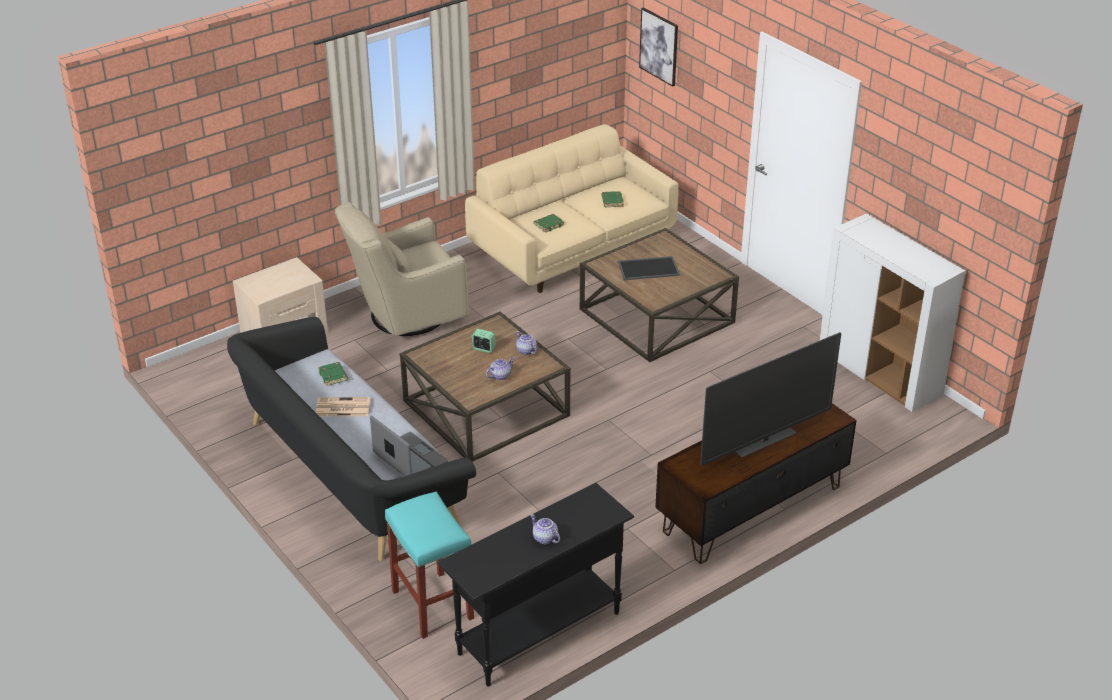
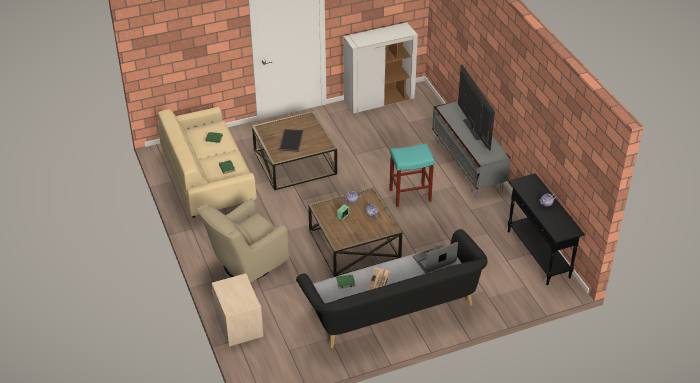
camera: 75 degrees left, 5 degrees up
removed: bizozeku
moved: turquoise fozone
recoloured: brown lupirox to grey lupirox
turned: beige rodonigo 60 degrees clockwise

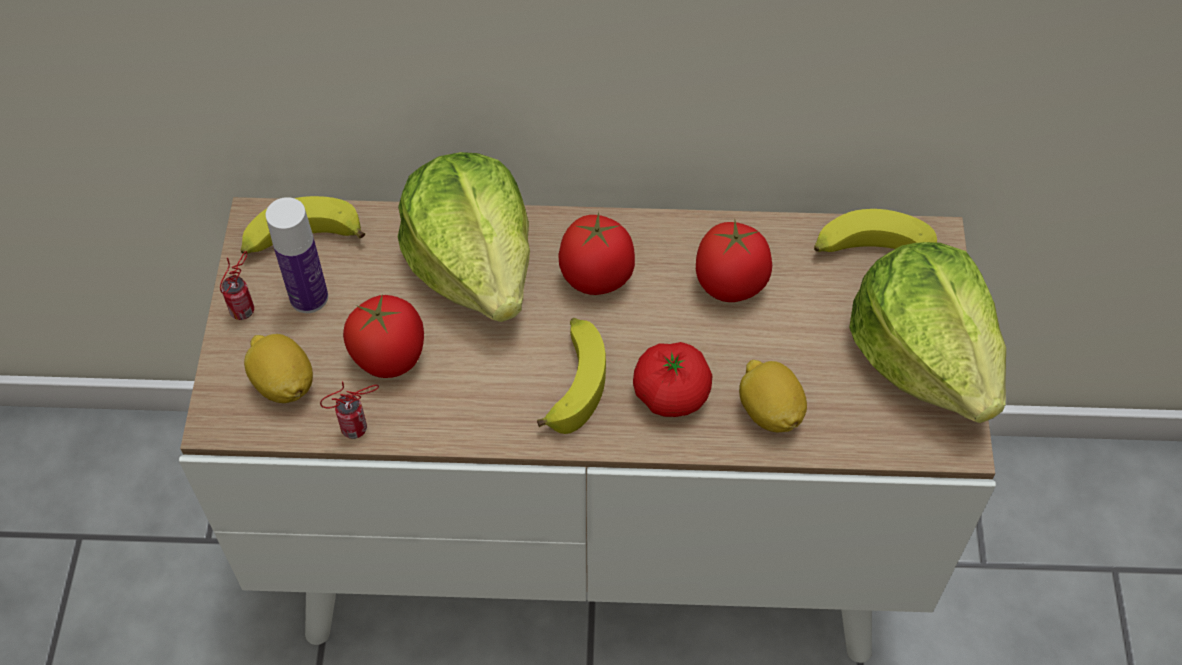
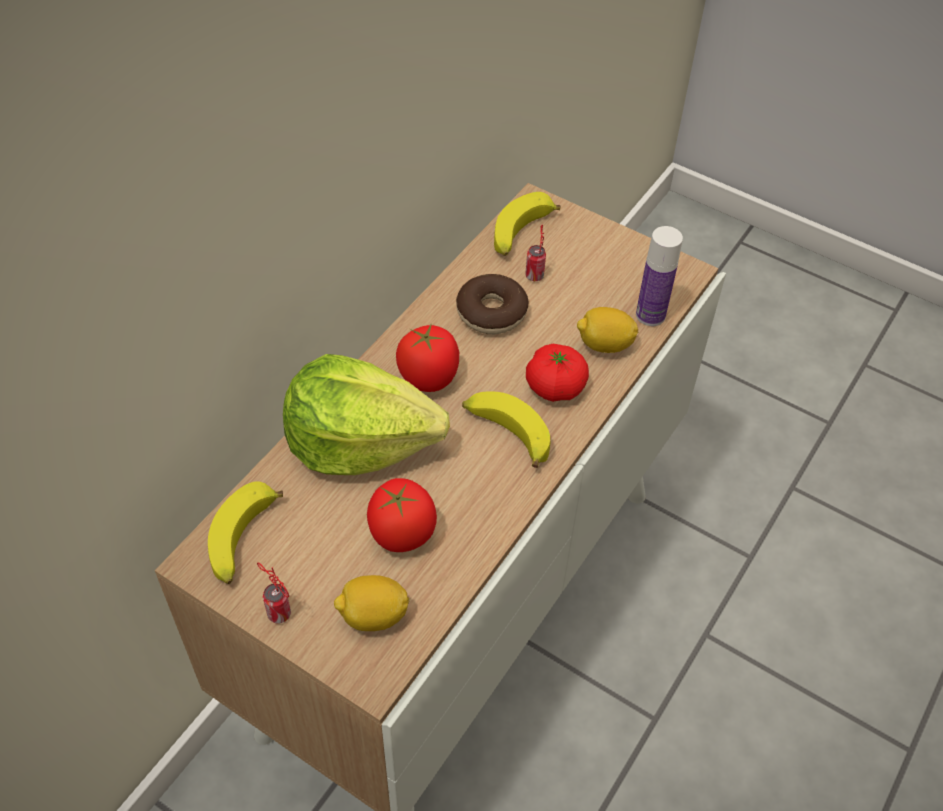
camera: 60 degrees left, 5 degrees down
removed: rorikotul (2nd from left)
moved: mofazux (2nd from left); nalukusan
replaced: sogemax (4th from left) to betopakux

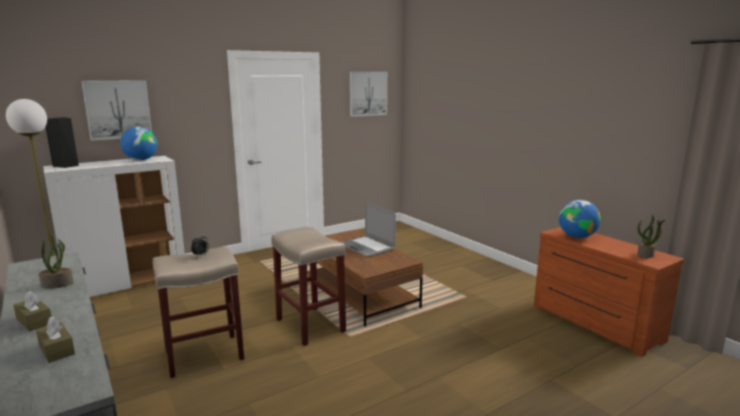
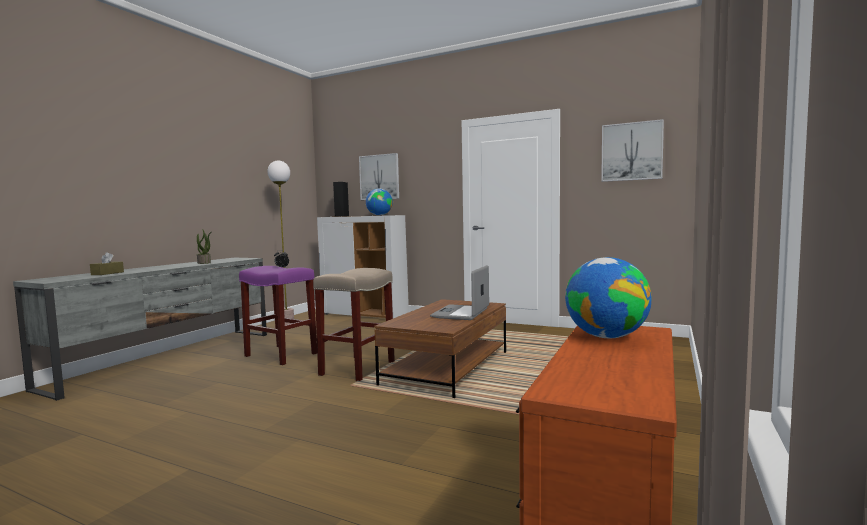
camera: 60 degrees right, 10 degrees down
removed: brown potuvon (1st from left); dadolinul (2nd from left)
recoloured: beige fozone (1st from left) to purple fozone

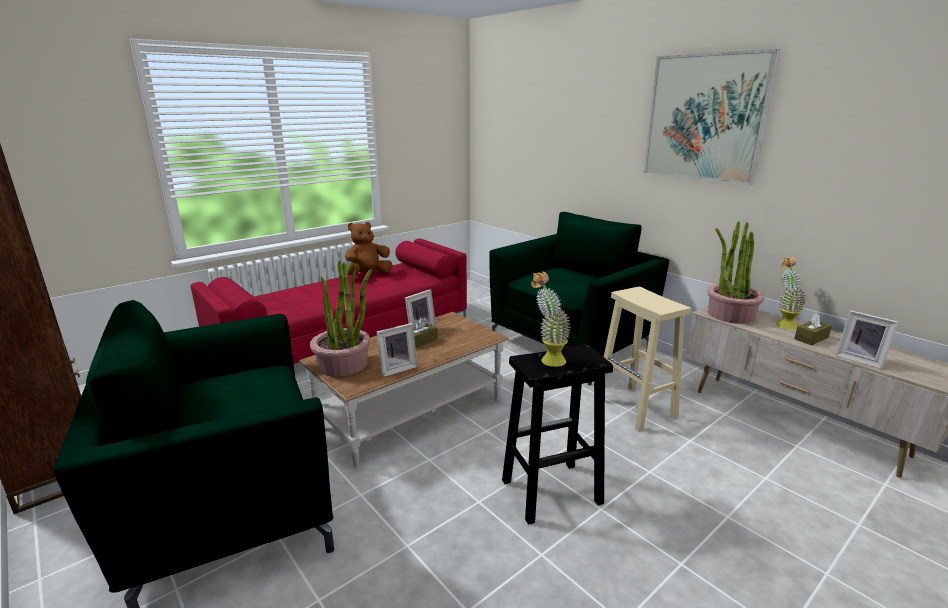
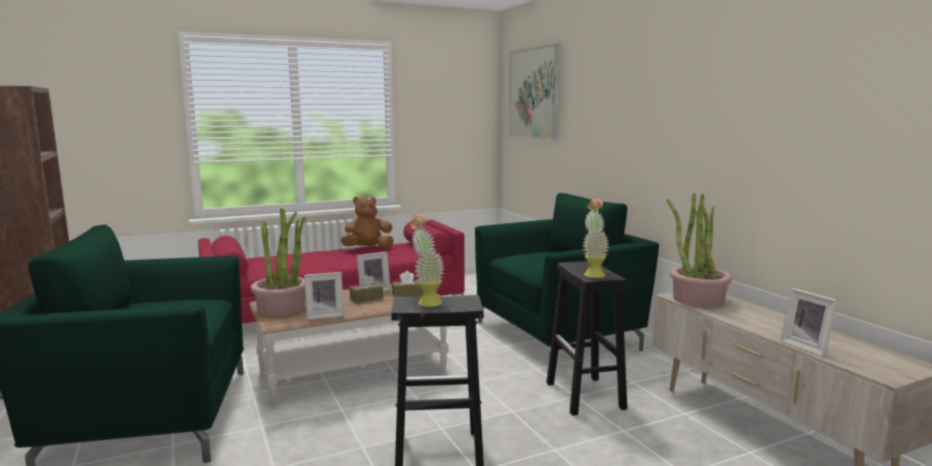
camera: 15 degrees right, 10 degrees down
moved: brown potuvon (2nd from left); bizozeku; dadolinul (4th from left in the first image) to dadolinul (3rd from left)
recoloured: beige fozone to black fozone (2nd from left)

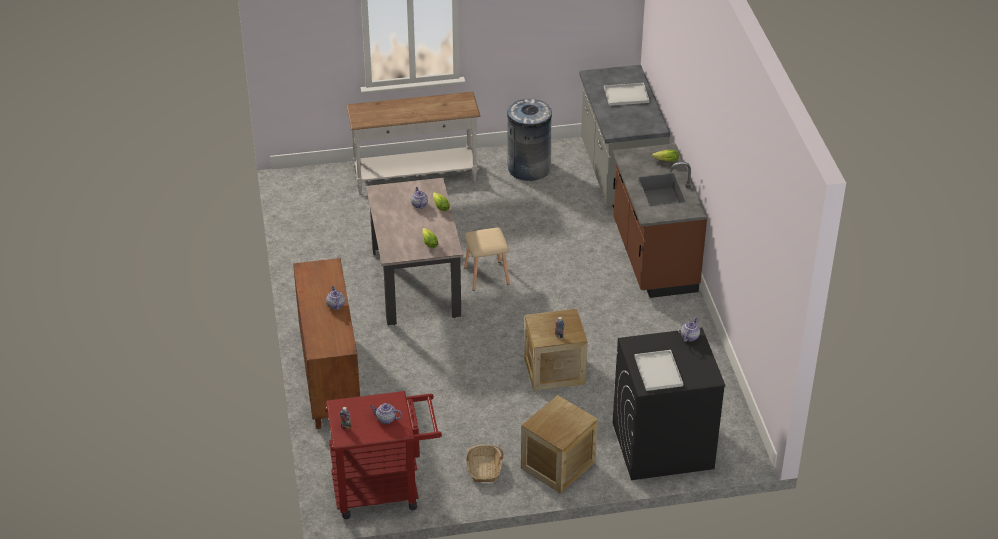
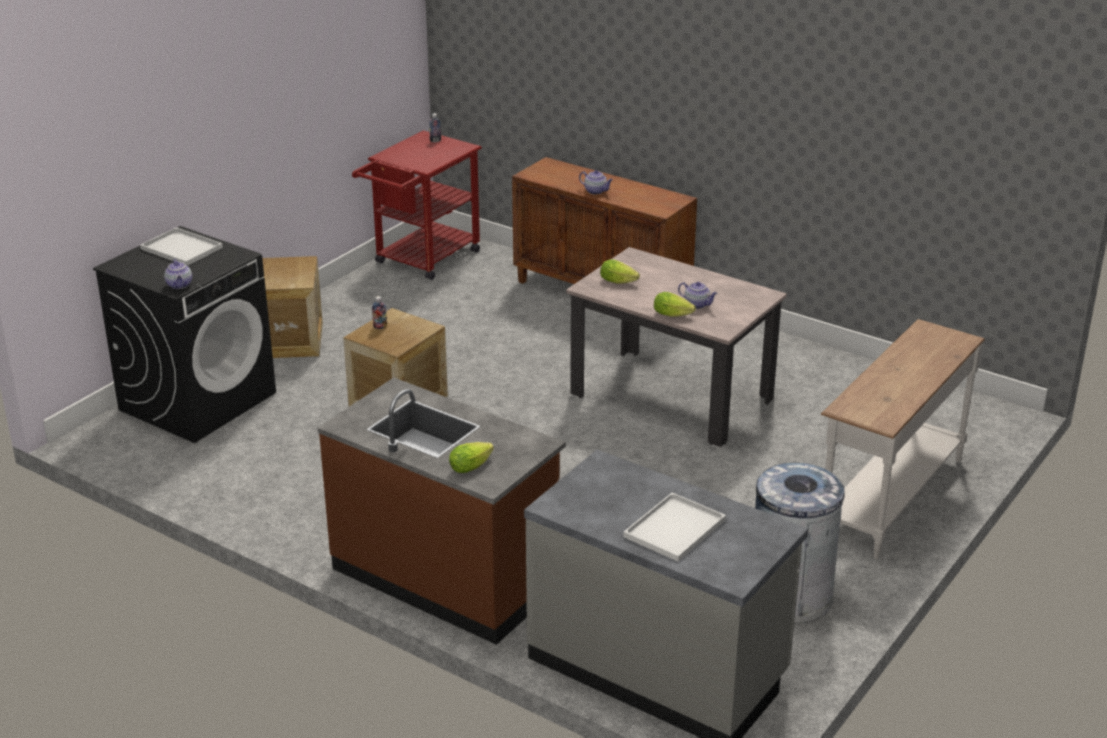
camera: 135 degrees right, 10 degrees down
removed: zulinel (2nd from left); beige fozone; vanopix

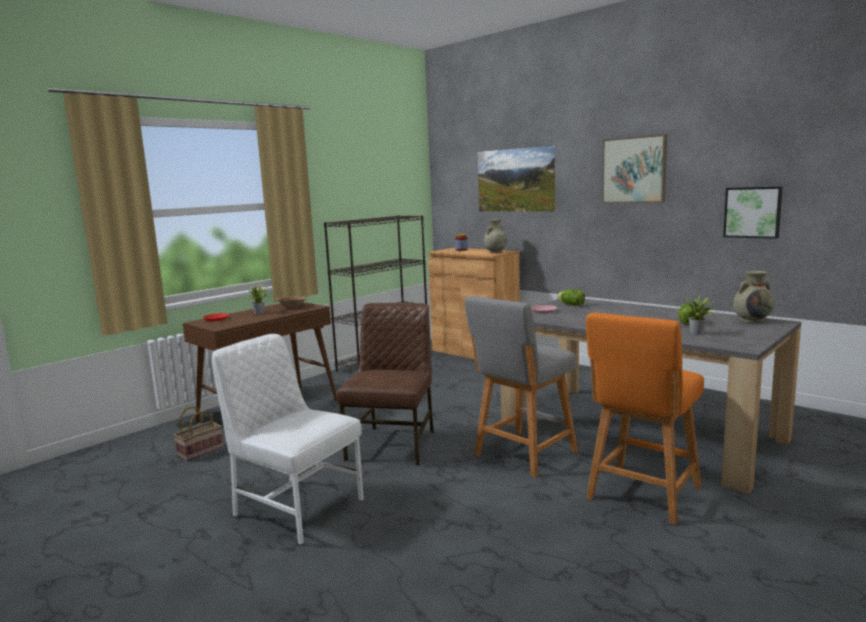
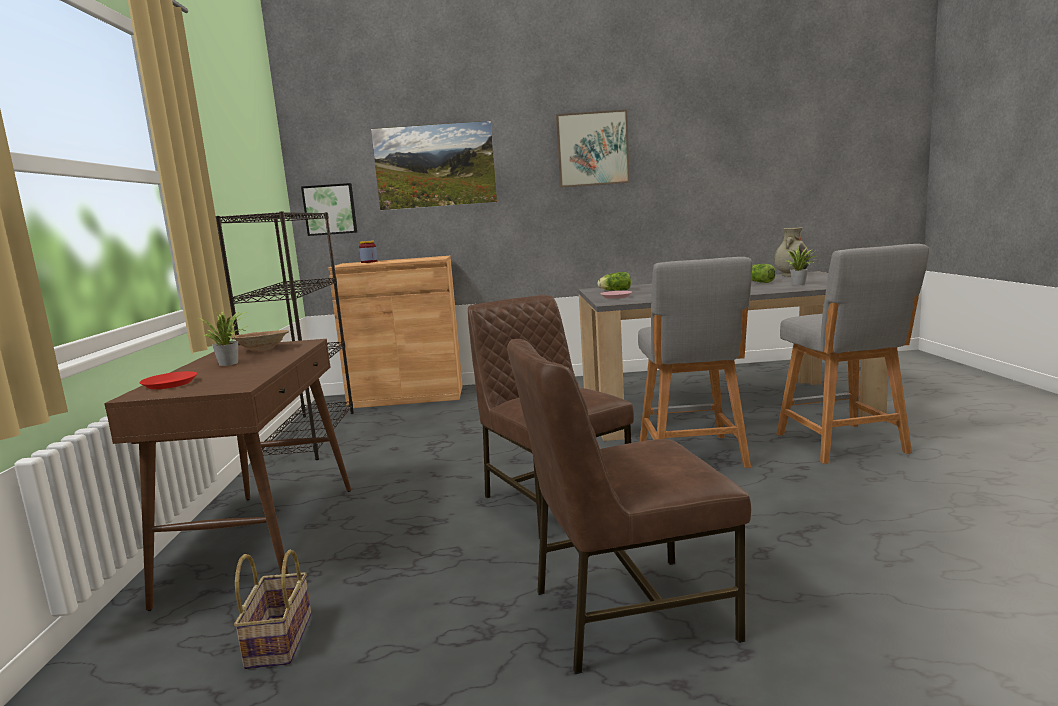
camera: 45 degrees left, 0 degrees up
removed: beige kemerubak (1st from left)
moved: bizozeku (3rd from left in the first image) to bizozeku (1st from left)
recoloured: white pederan to brown pederan (2nd from left); orange fozone to grey fozone (2nd from left)

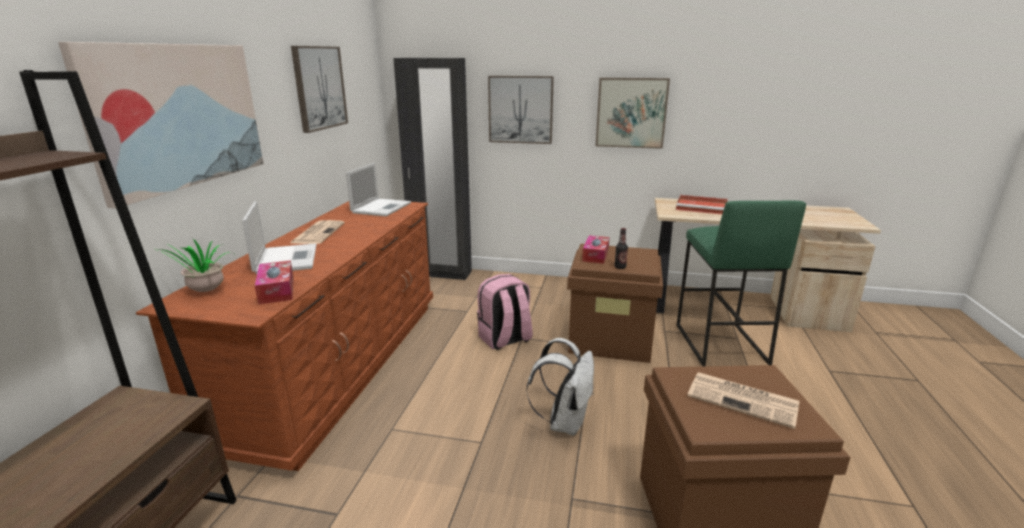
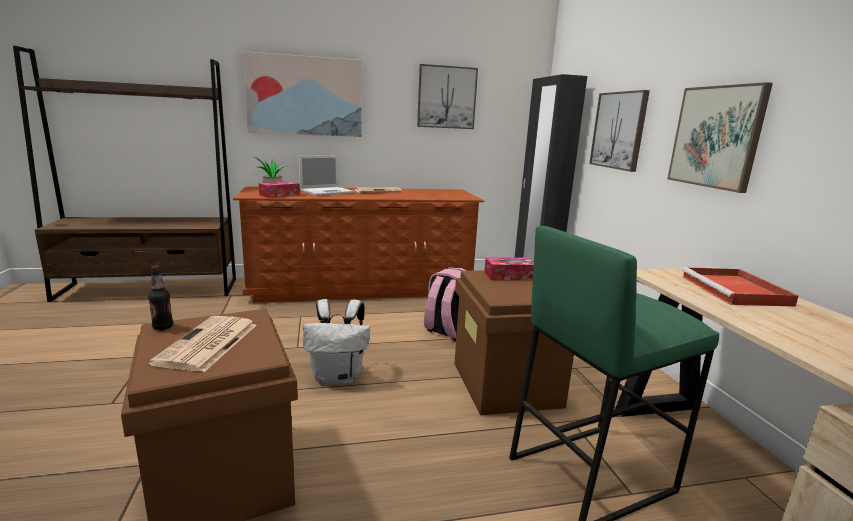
camera: 65 degrees right, 5 degrees down
removed: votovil (2nd from left)
moved: nalukusan

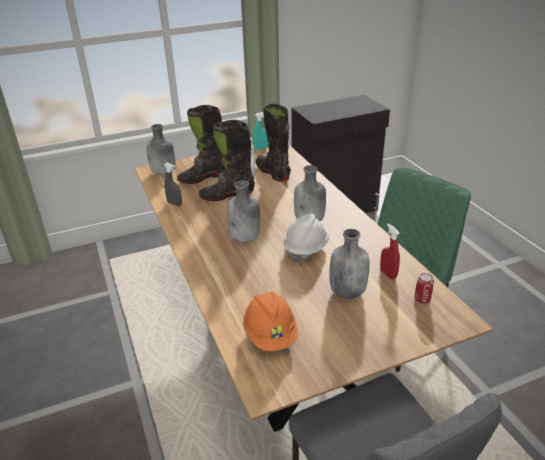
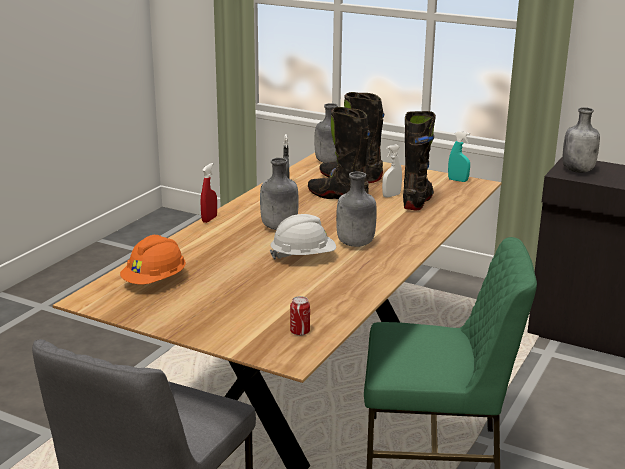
camera: 50 degrees right, 10 degrees down
moved: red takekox; grey nalukusan (4th from left)

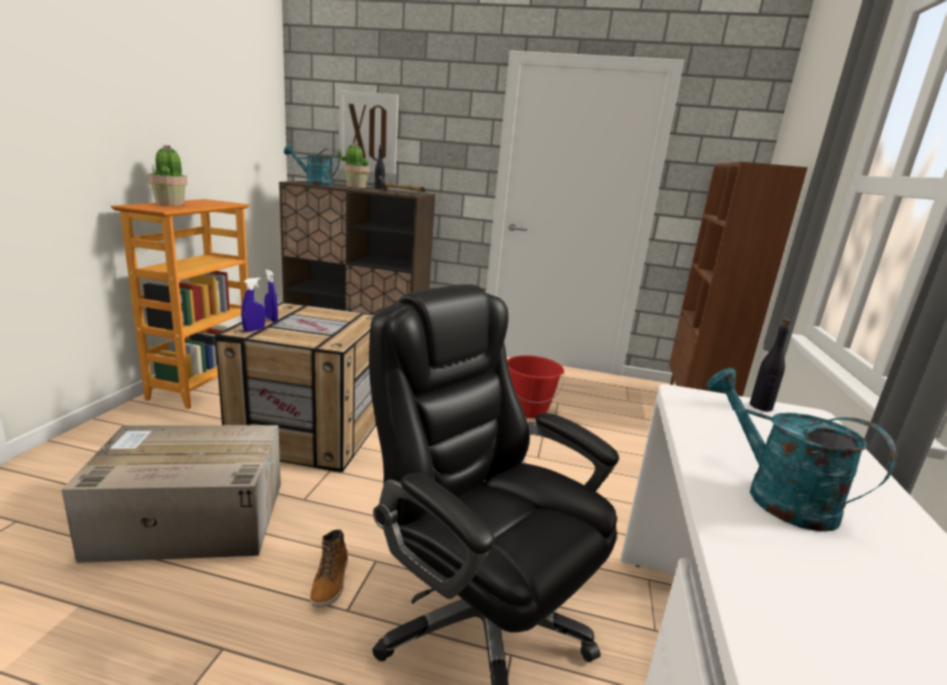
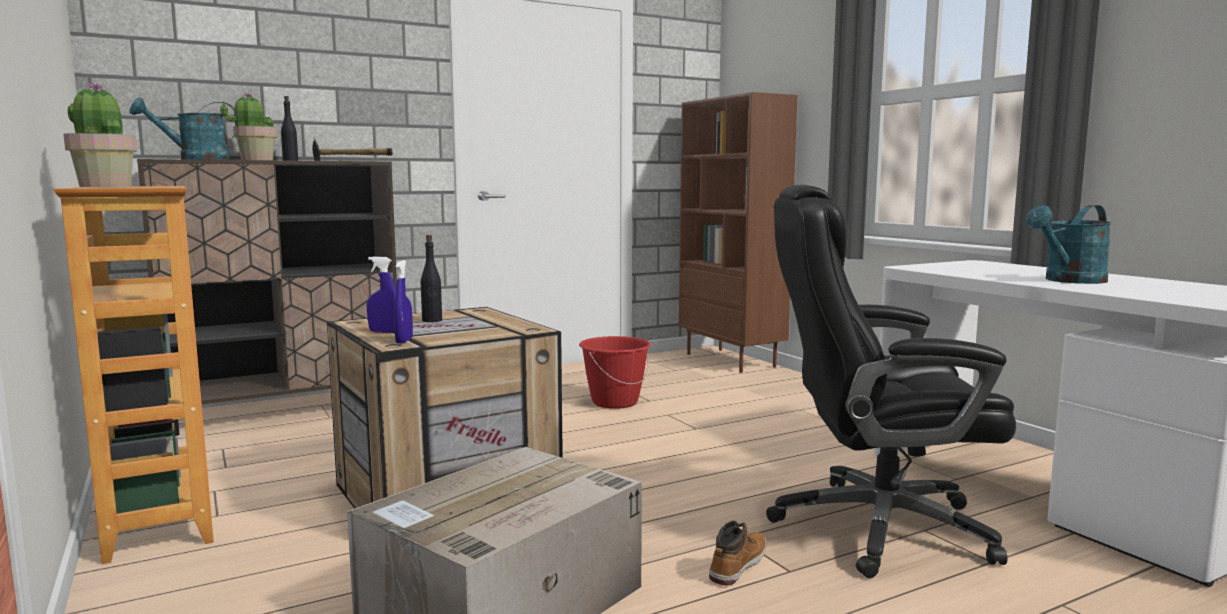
camera: 40 degrees left, 10 degrees down
removed: bizozeku
moved: black nalukusan (2nd from left)
turned: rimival 105 degrees counterclockwise; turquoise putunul (2nd from left) 45 degrees counterclockwise

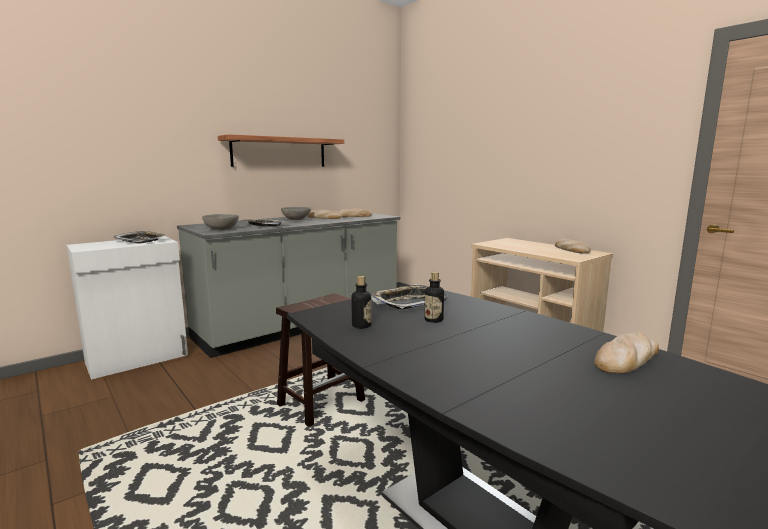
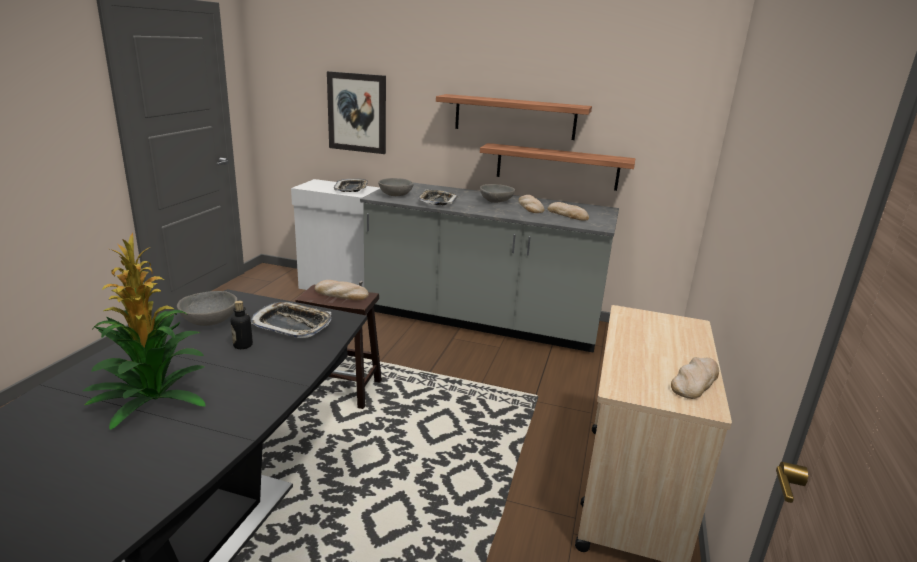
camera: 55 degrees right, 10 degrees up
added: dadolinul; bizozeku; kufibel (2nd from left)
moved: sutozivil (4th from left in the first image) to sutozivil (1st from left)
replaced: nalukusan (1st from left) to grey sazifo (1st from left)

